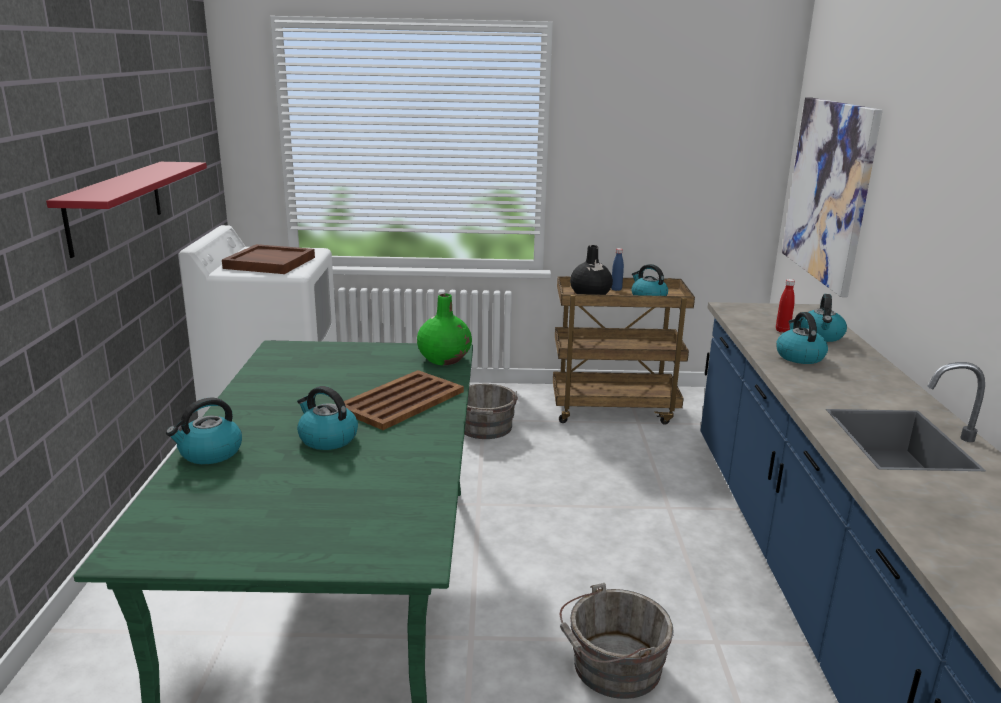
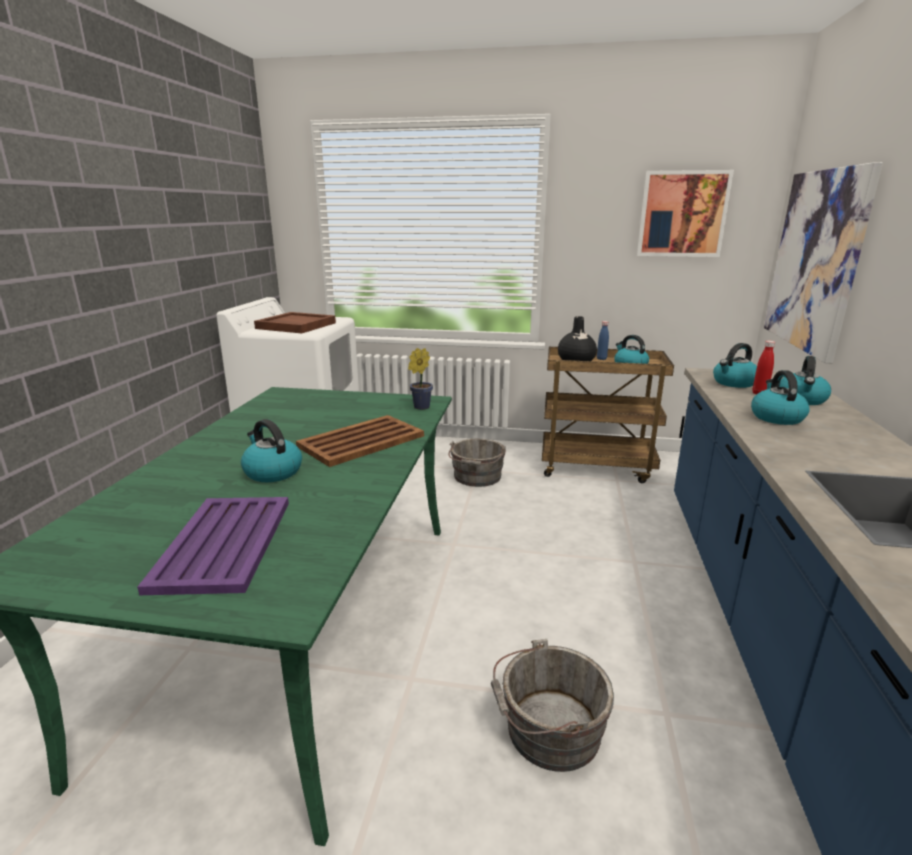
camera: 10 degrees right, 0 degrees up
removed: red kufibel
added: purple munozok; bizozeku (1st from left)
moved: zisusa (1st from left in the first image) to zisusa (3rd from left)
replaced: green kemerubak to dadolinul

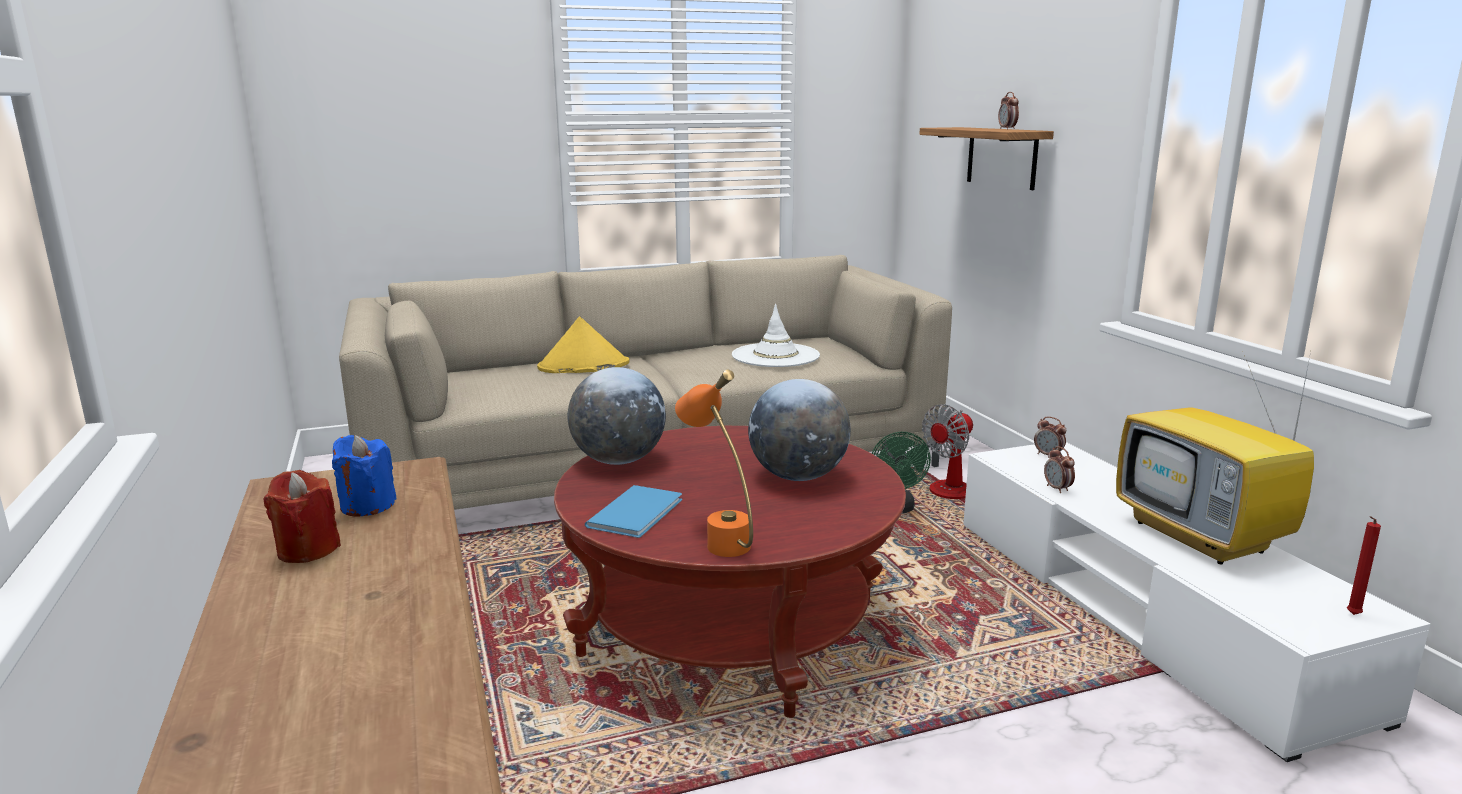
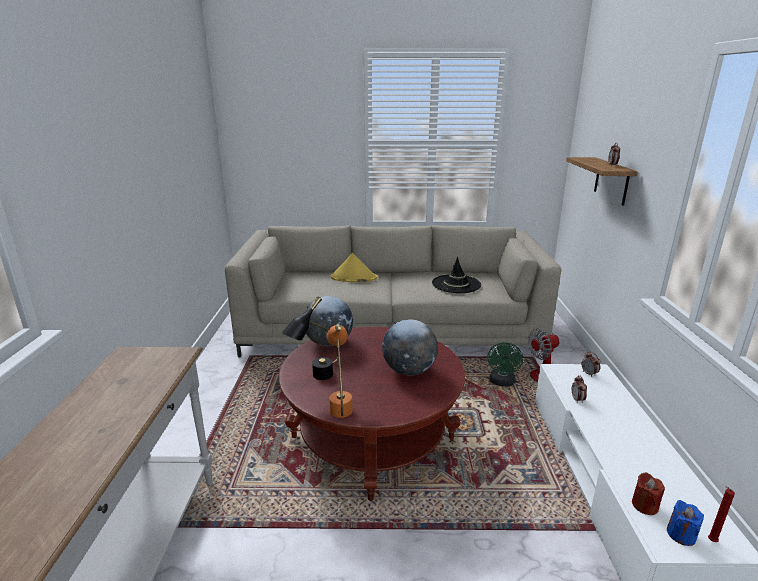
camera: 20 degrees right, 5 degrees up
removed: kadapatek
moved: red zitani (1st from left); blue zitani
replaced: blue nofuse to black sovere
recoloured: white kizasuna to black kizasuna

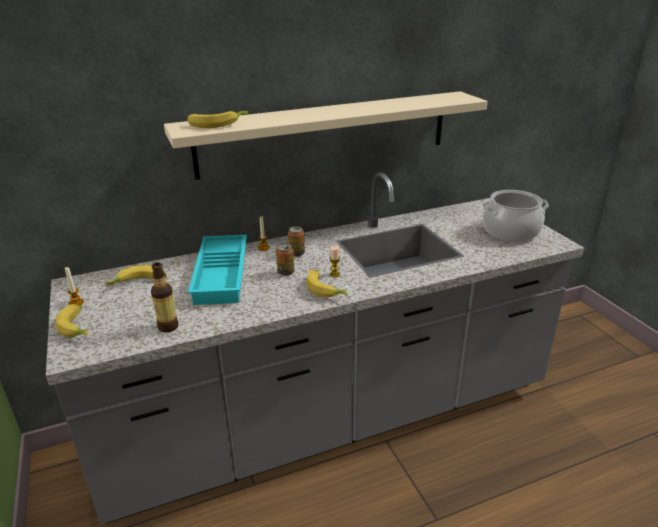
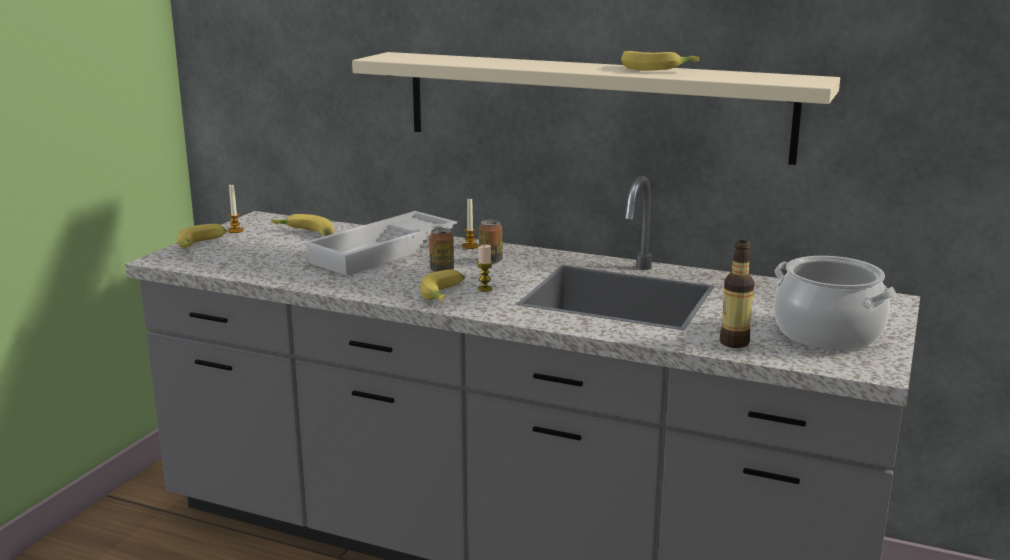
camera: 45 degrees right, 10 degrees down
moved: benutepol (3rd from left in the first image) to benutepol (4th from left); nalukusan
recoloured: turquoise munozok to white munozok

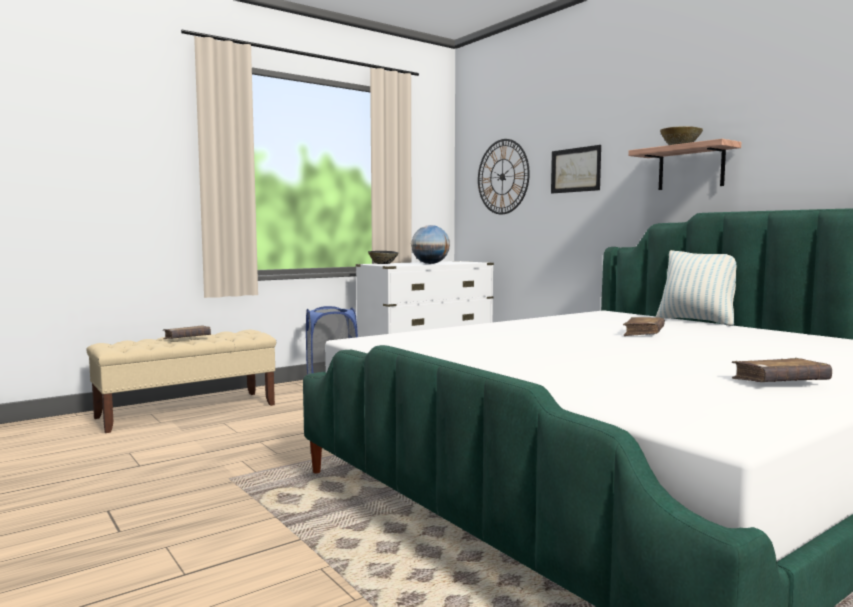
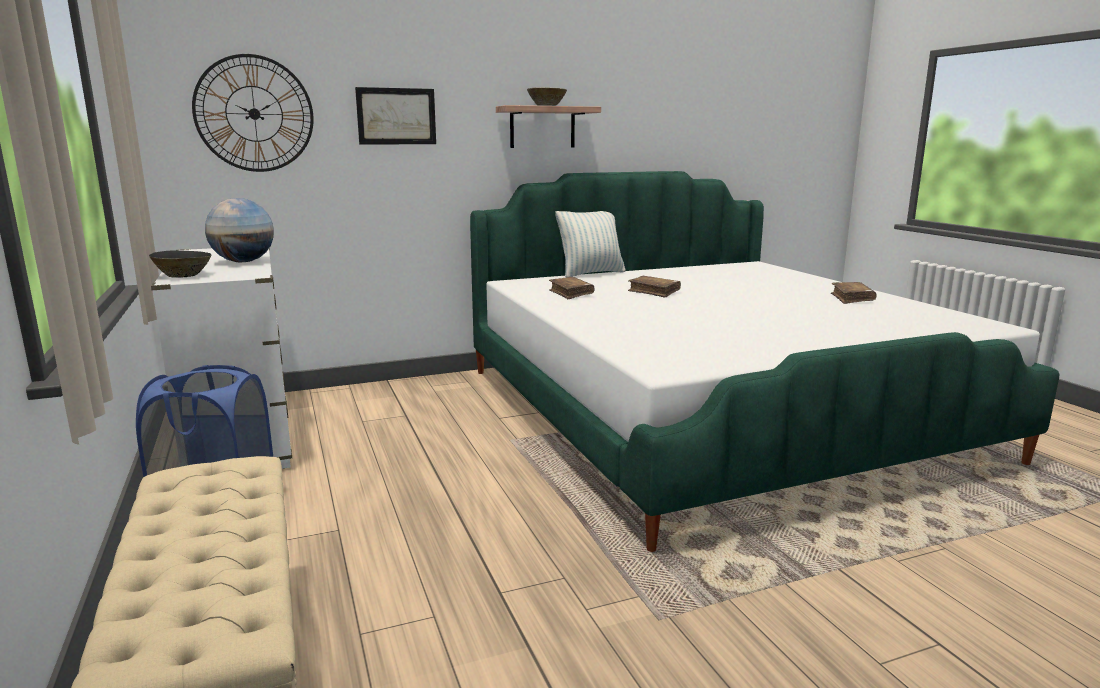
camera: 75 degrees left, 10 degrees up
moved: brown nofuse (1st from left)

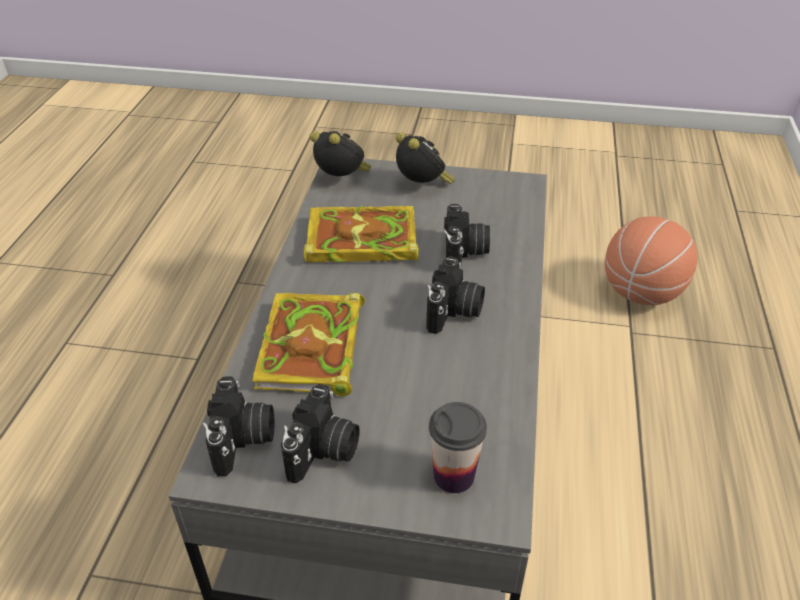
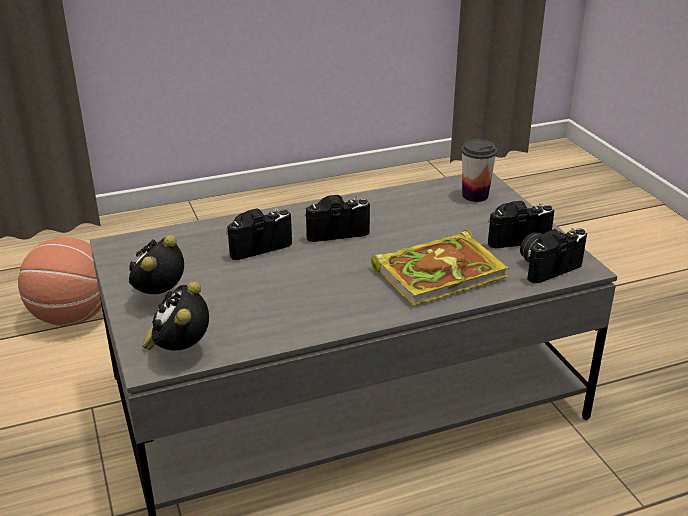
camera: 120 degrees left, 10 degrees down
removed: nofuse (2nd from left)

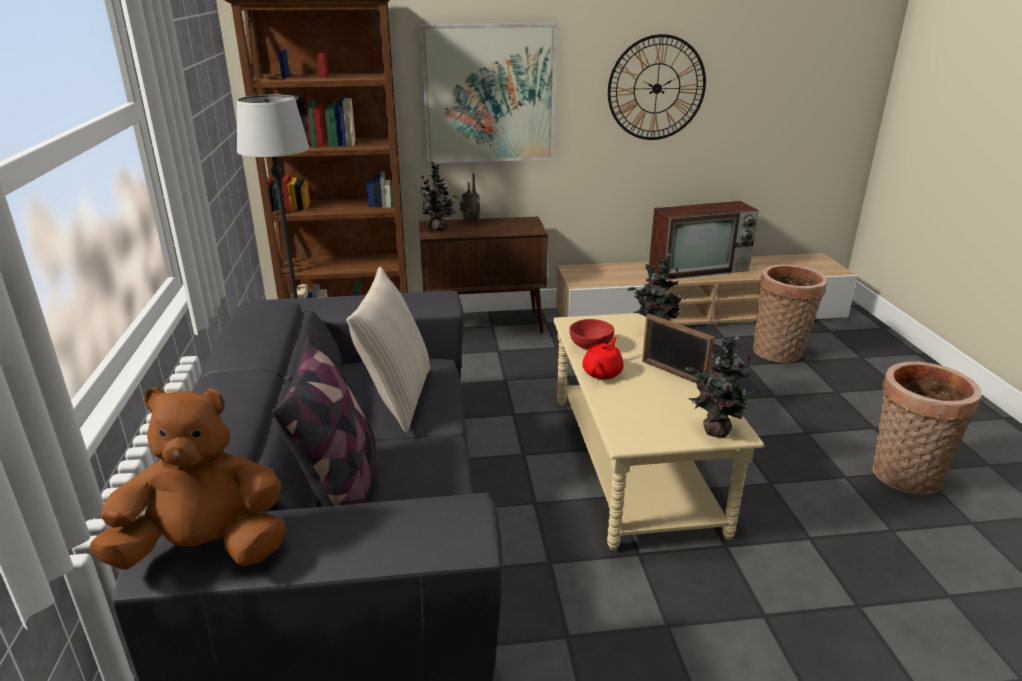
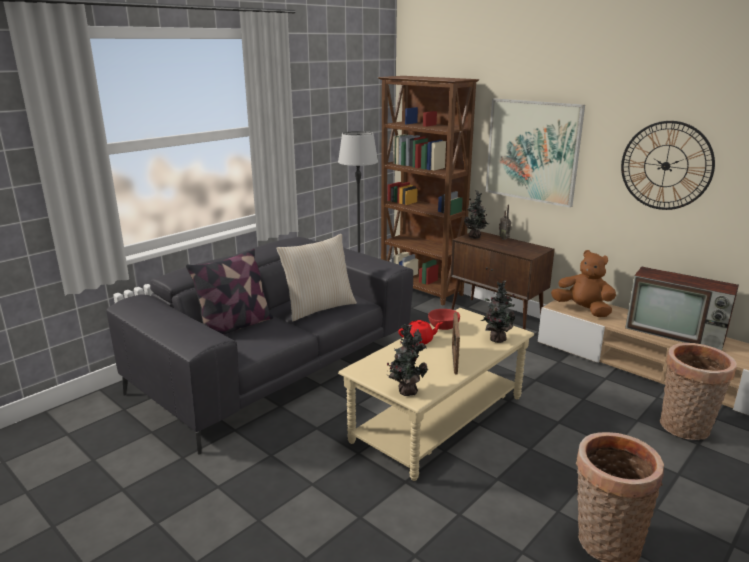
camera: 50 degrees right, 5 degrees down
moved: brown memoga

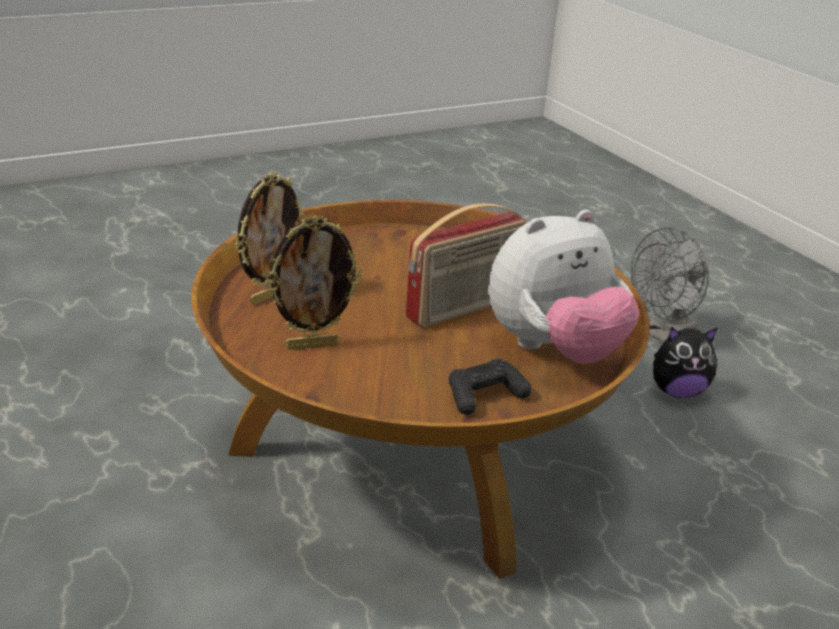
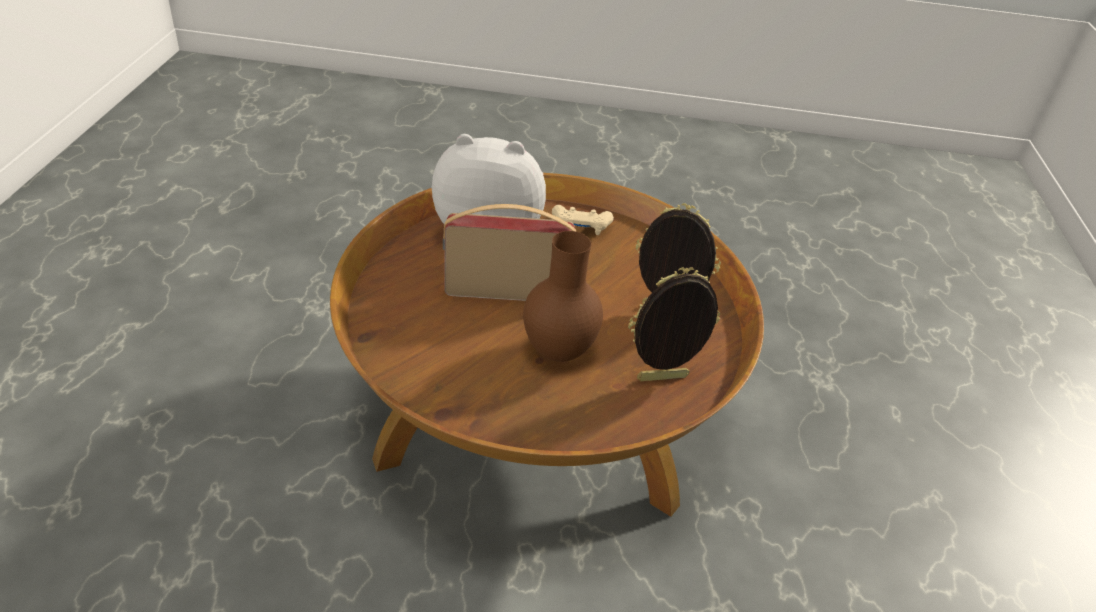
camera: 145 degrees left, 10 degrees up
removed: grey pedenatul; memoga (2nd from left)
added: brown kemerubak
recoloured: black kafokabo to beige kafokabo

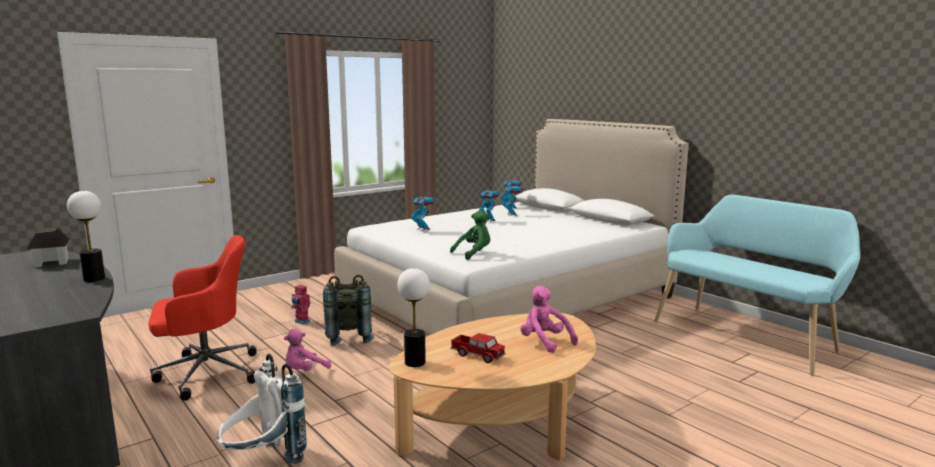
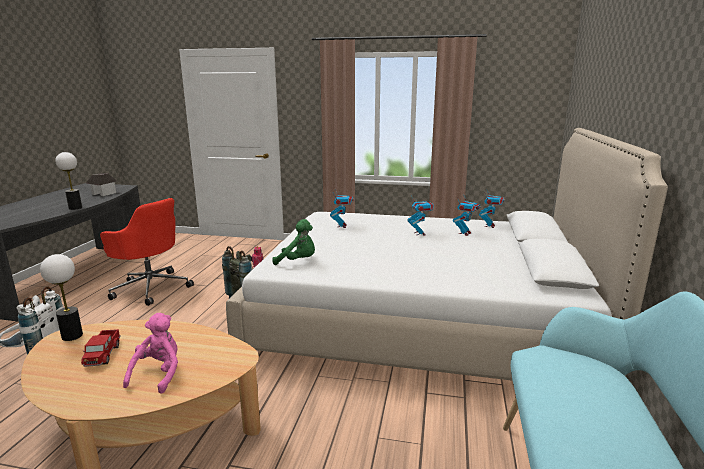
camera: 50 degrees right, 5 degrees up
removed: pink memoga (1st from left)

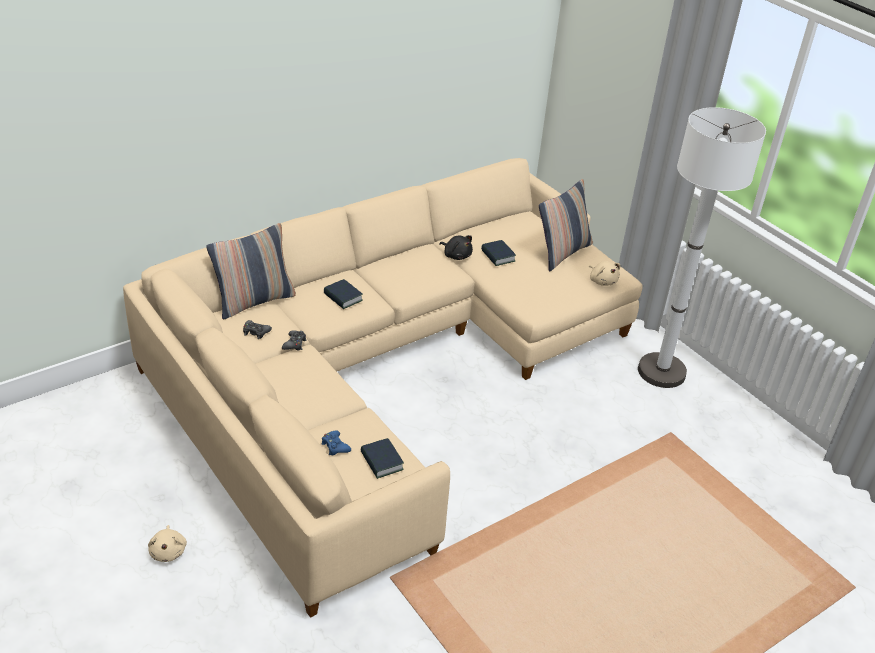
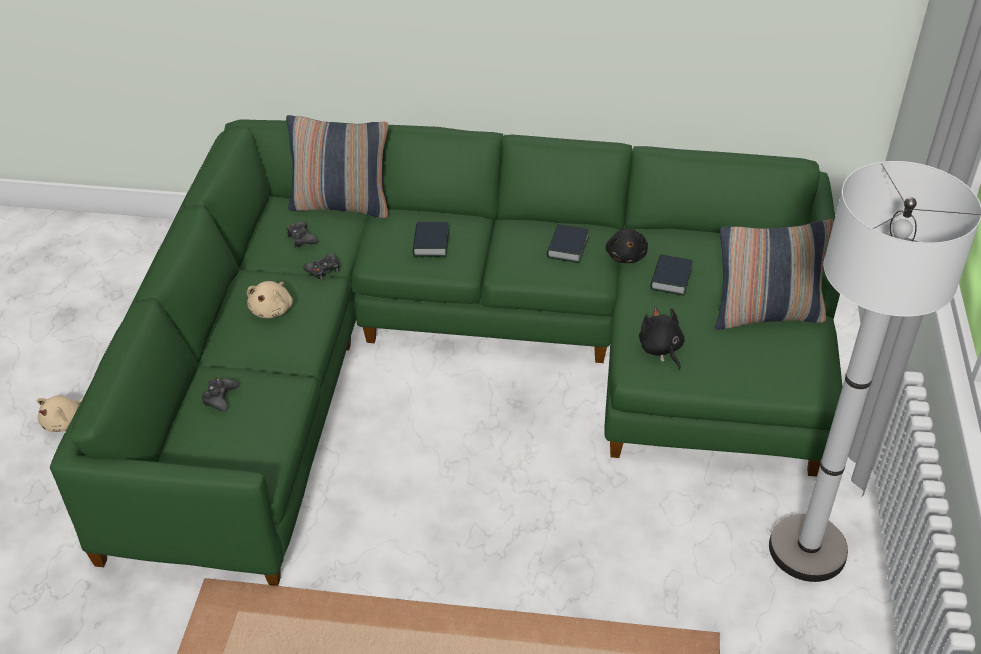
camera: 45 degrees right, 5 degrees up
added: black memoga (2nd from left)
moved: beige memoga (2nd from left); nofuse (2nd from left)
recoloured: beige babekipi to green babekipi; blue kafokabo to black kafokabo (1st from left)

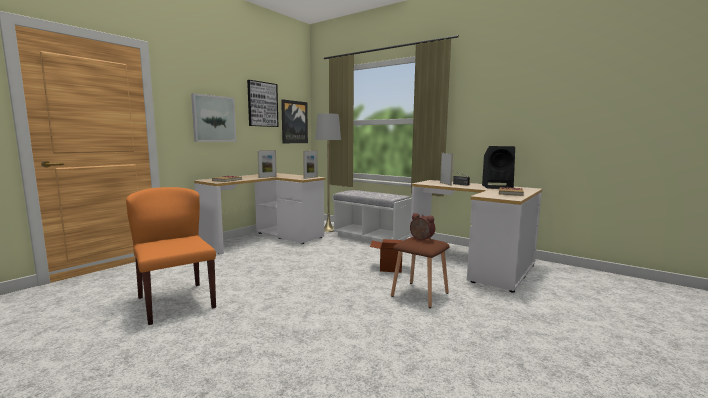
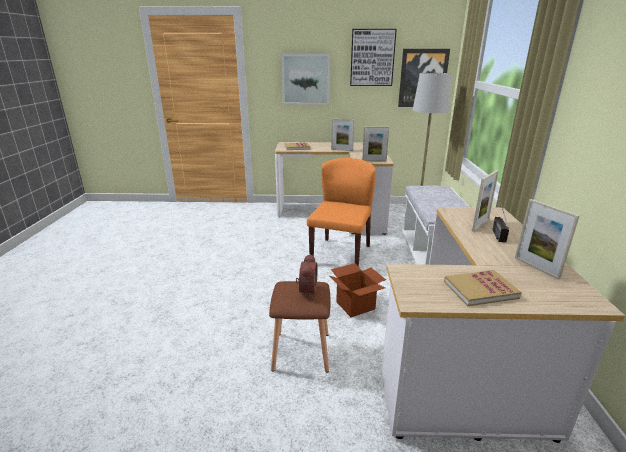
camera: 55 degrees right, 15 degrees up
moved: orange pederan
replaced: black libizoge to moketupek (4th from left)

